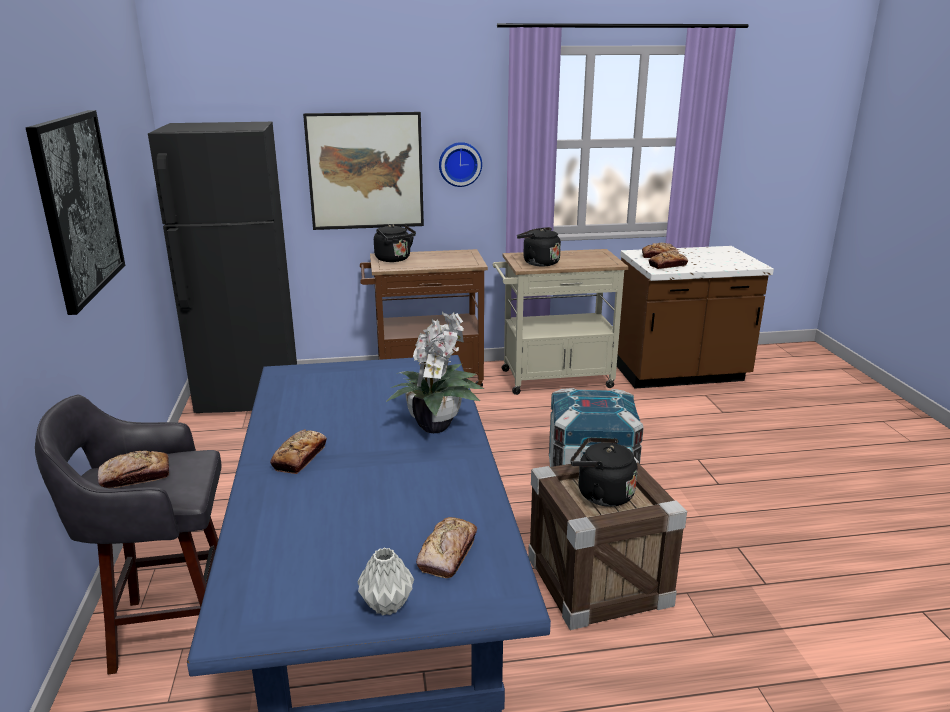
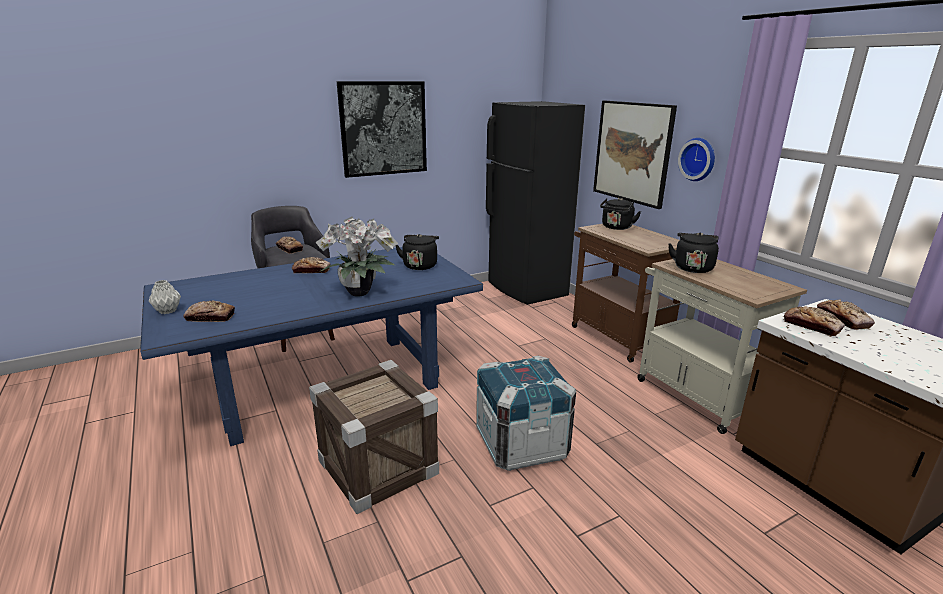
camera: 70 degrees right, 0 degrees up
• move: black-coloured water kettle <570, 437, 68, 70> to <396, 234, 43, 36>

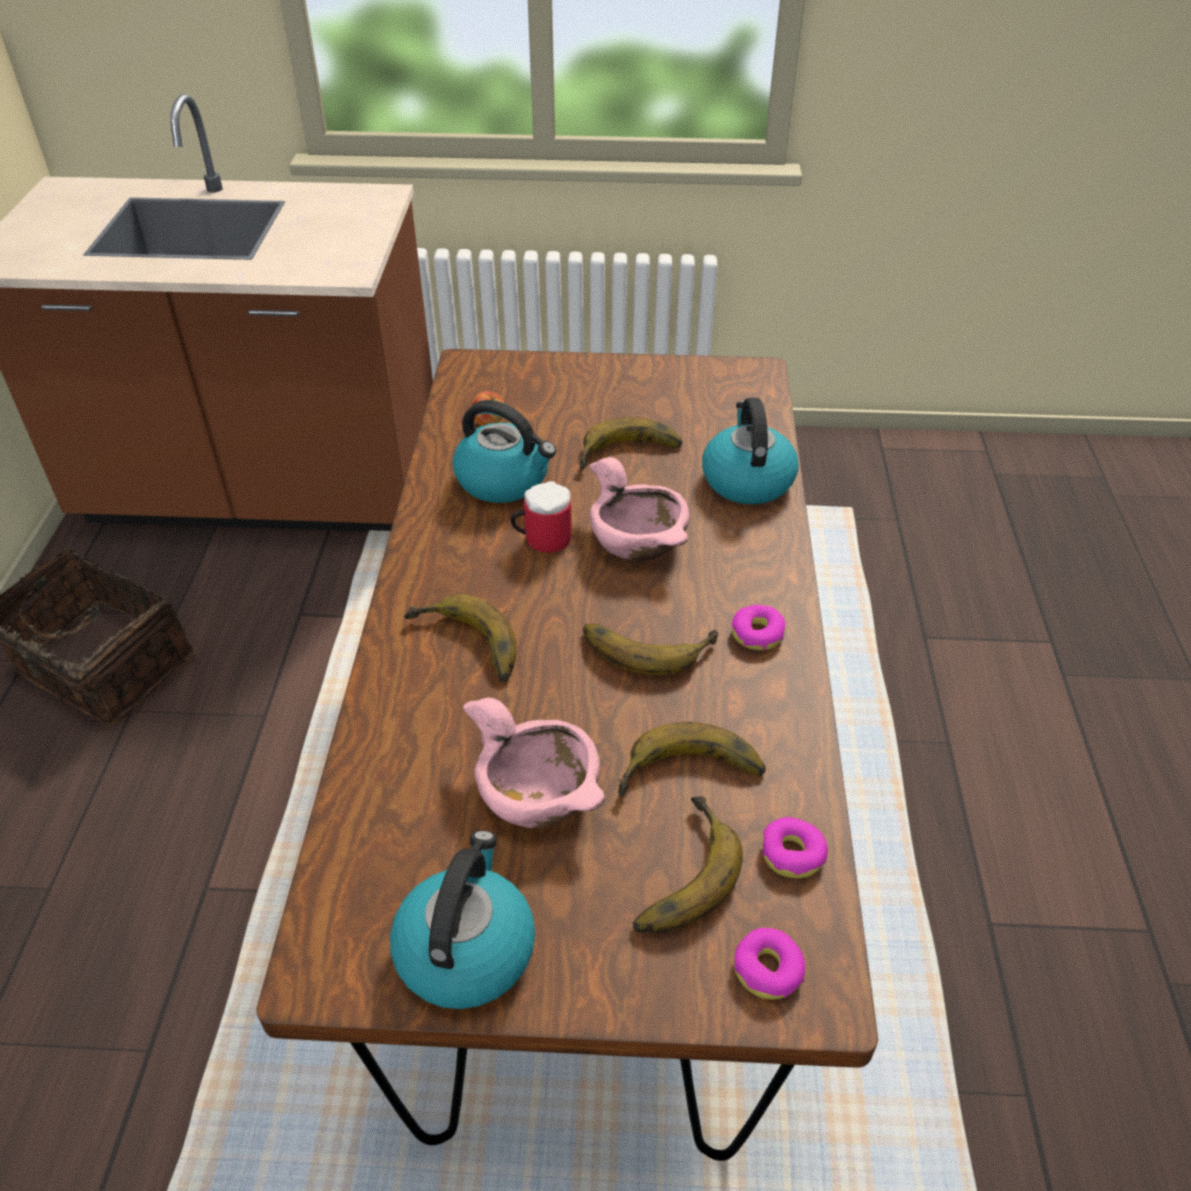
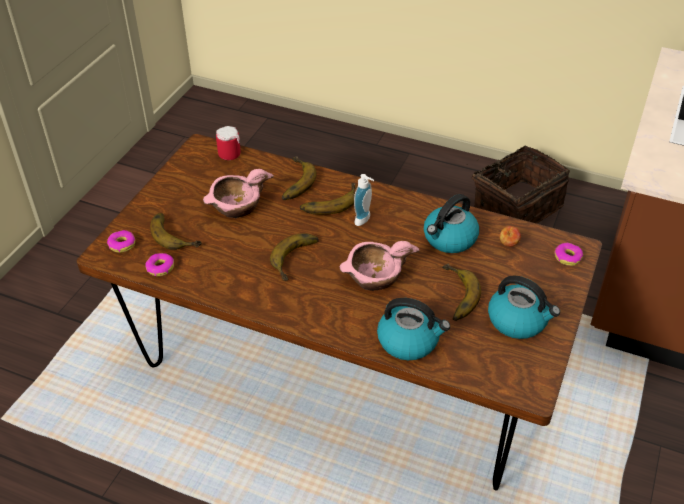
camera: 110 degrees right, 0 degrees up
• insert: liquid soap bottle <354, 174, 20, 52>
• move: water kettle <390, 831, 145, 178> to <488, 275, 72, 64>
• move: coffee mug <511, 481, 61, 72> to <216, 126, 24, 34>
• move: banana <618, 722, 148, 74> to <282, 156, 34, 44>
• move: doughnut <732, 605, 54, 45> to <554, 243, 29, 23>

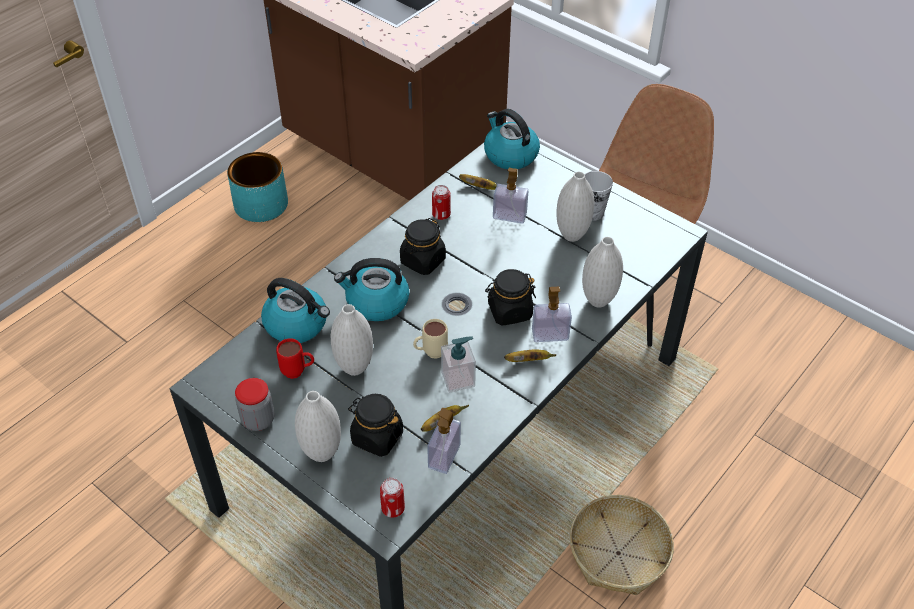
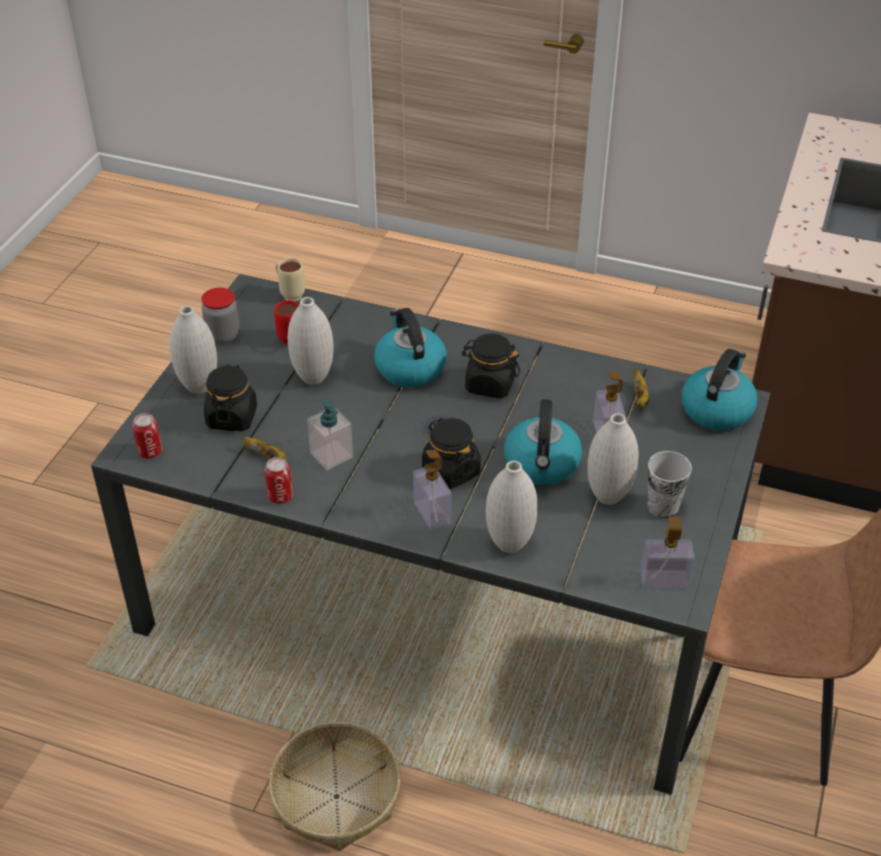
camera: 70 degrees right, 5 degrees down
• delete: blue-green flower pot <227, 152, 61, 70>
• delete: banana <504, 349, 53, 13>
• move: water kettle <261, 278, 69, 65> to <504, 399, 79, 86>
• move: sand-coloured coffee mug <413, 319, 35, 40> to <276, 258, 29, 43>
• move: liquid soap bottle <427, 408, 34, 66> to <641, 516, 54, 73>
• move: metal can <432, 185, 19, 35> to <265, 457, 28, 47>

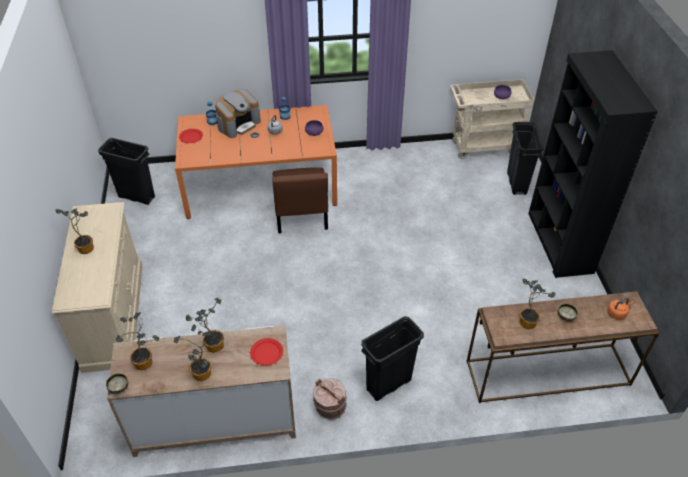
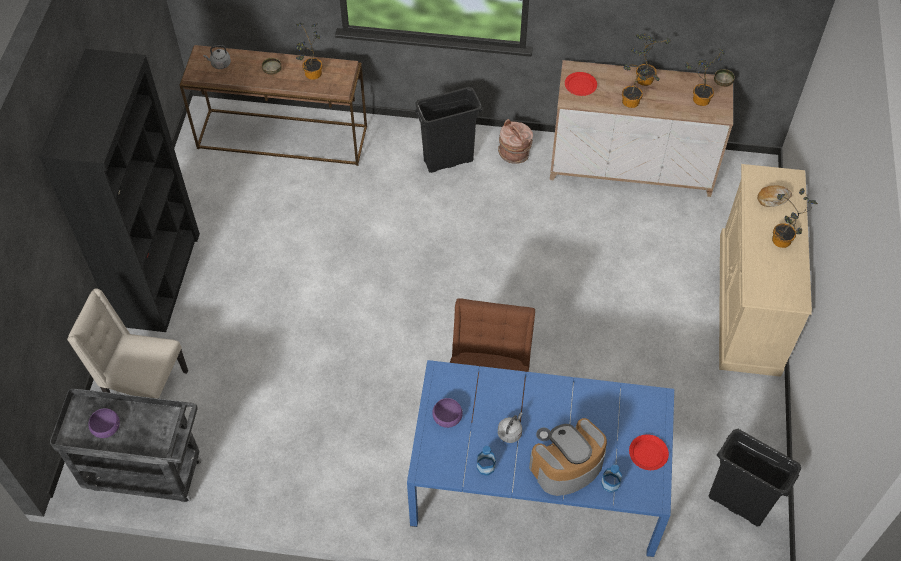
camera: 165 degrees left, 10 degrees up
• insert: baked bread <757, 185, 35, 22>
• replace: black-coloured waste bin <507, 122, 37, 73> to sand-coloured upright chair <67, 288, 121, 111>
• recolor: orangey dining table <175, 105, 162, 114> to blue dining table <407, 360, 267, 197>
• recolor: sand-coloured cart <450, 80, 84, 79> to black-coloured cart <50, 389, 152, 113>
• recolor: orangey water kettle <608, 298, 26, 22> to gray water kettle <203, 45, 28, 24>

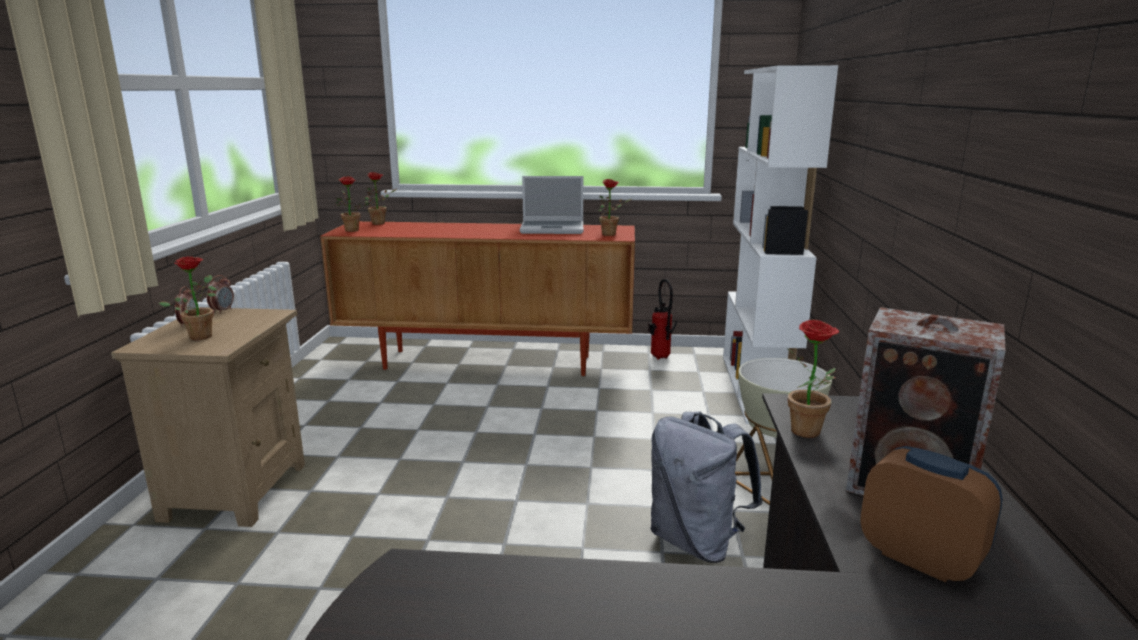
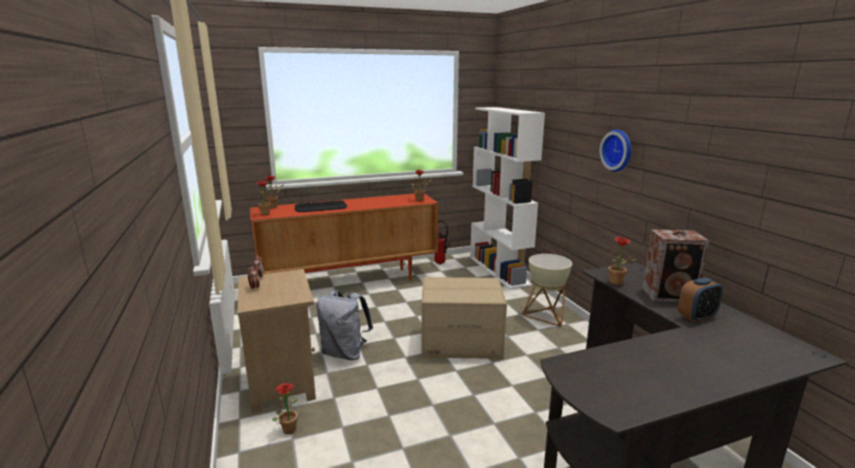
camera: 25 degrees left, 0 degrees up
• delete: notebook computer <520, 176, 63, 58>
• insert: keyboard <295, 200, 52, 12>
• insert: packing box <421, 277, 86, 82>
• insert: clock on the wall <599, 129, 32, 43>
• move: plant in a pot <159, 256, 58, 84> to <272, 383, 26, 51>
• move: gray knapsack <651, 411, 112, 152> to <317, 290, 56, 70>
• rotate: table clock <861, 446, 142, 136> = <678, 277, 45, 45> 135 degrees clockwise

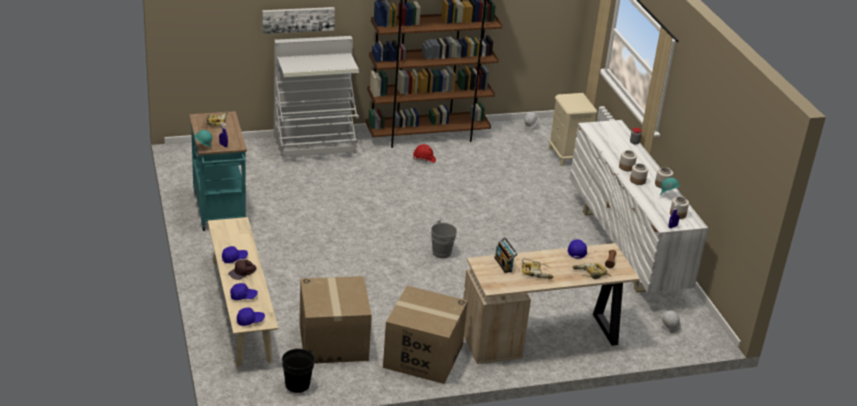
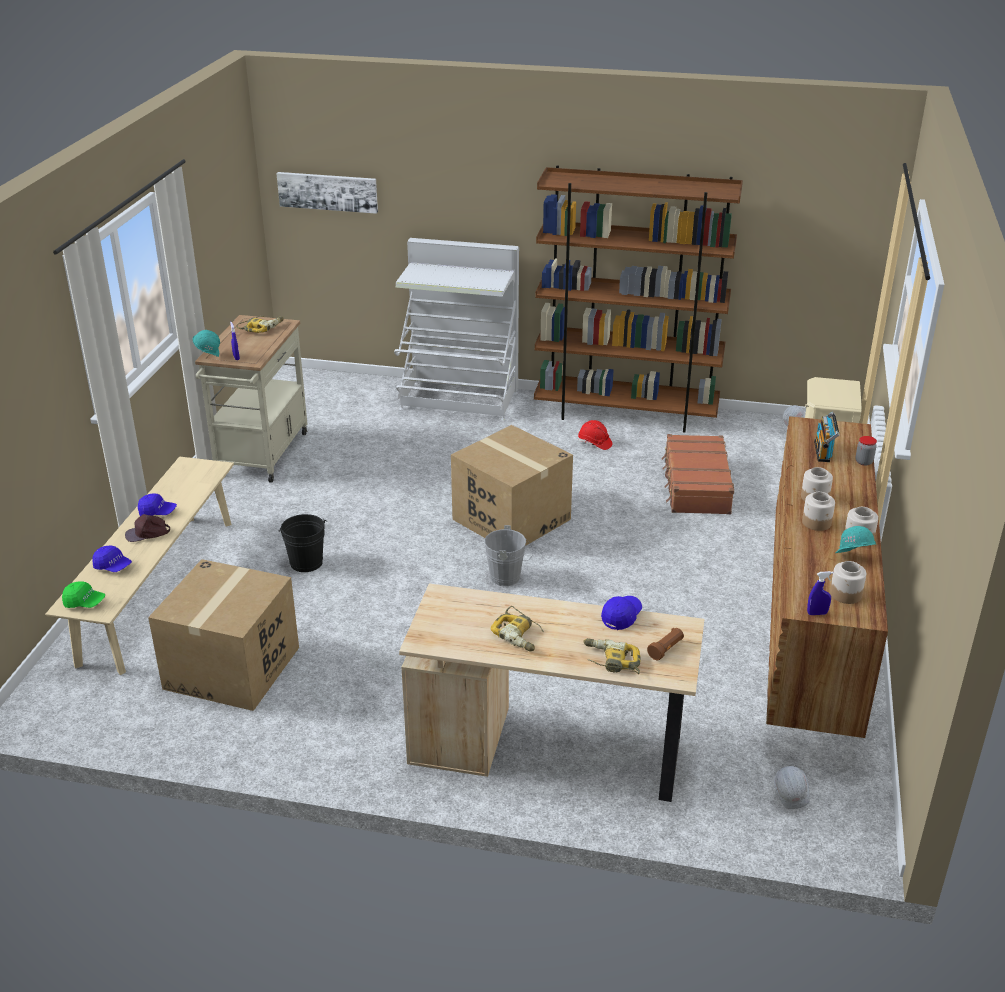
camera: 30 degrees right, 0 degrees up
• insert: brown-coloured suitcase <661, 434, 73, 80>
• move: wall art <262, 7, 73, 27> to <276, 172, 102, 42>
• move: black-coloured bucket <282, 349, 33, 44> to <279, 514, 48, 58>
• move: packing box <383, 286, 85, 98> to <451, 425, 122, 121>
• move: radio receiver <494, 237, 24, 36> to <814, 412, 26, 50>
• recolor: blue-green cart <189, 111, 58, 120> to sand-coloured cart <195, 315, 113, 168>
• recolor: blue baseball cap <237, 308, 28, 18> to green-coloured baseball cap <62, 581, 43, 27>
• recolor: white-coloured storage cabinet <570, 120, 138, 173> to brown-coloured storage cabinet <766, 416, 122, 322>

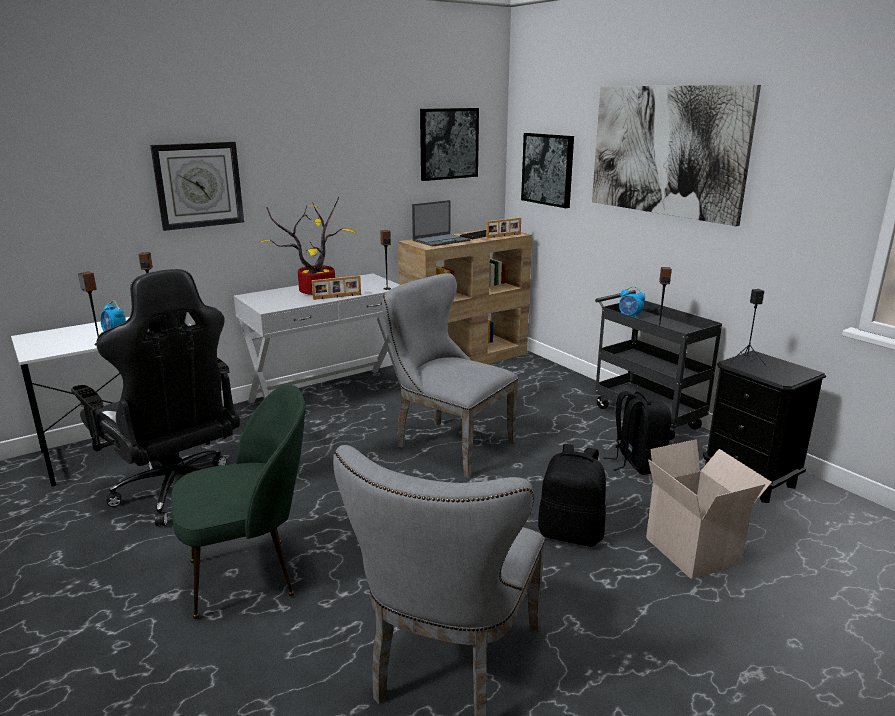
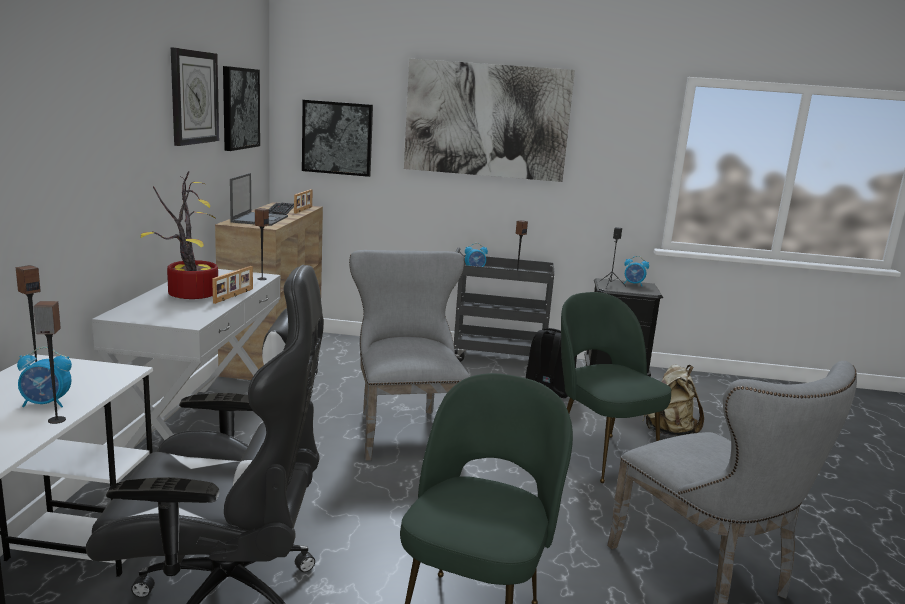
camera: 50 degrees left, 5 degrees down
• insert: table clock <624, 256, 25, 30>
• move: clock on the wall <150, 142, 94, 89> to <171, 47, 48, 99>
• replace: black-coloured knapsack <538, 444, 68, 103> to green-coloured upright chair <561, 292, 110, 191>
• replace: packing box <646, 439, 126, 140> to sand-coloured knapsack <643, 364, 61, 72>
• rotate: gray upright chair <382, 273, 136, 205> = <349, 250, 121, 211> 90 degrees clockwise

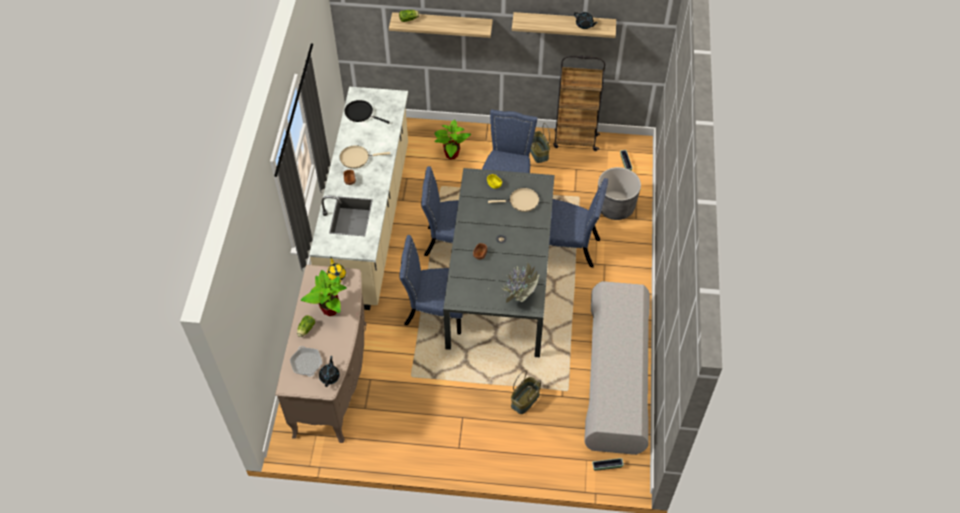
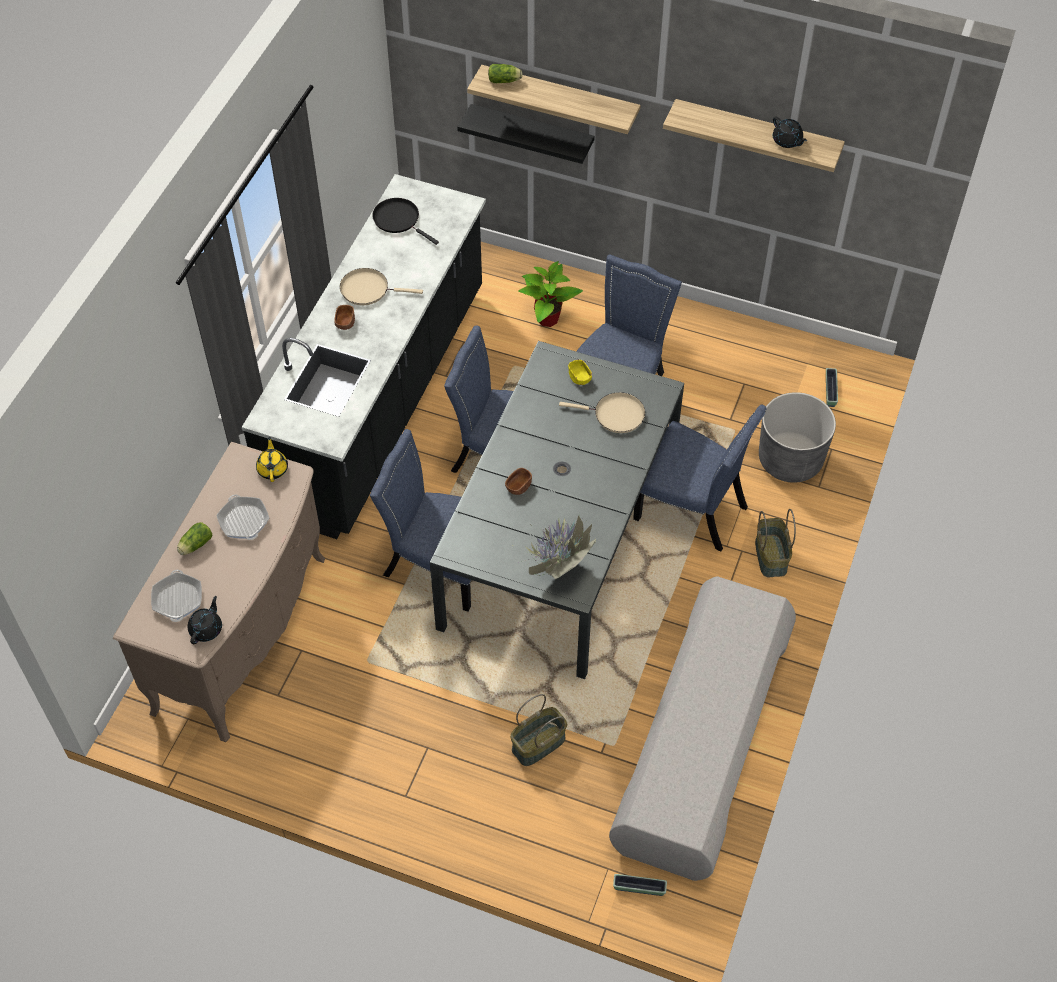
camera: 15 degrees right, 0 degrees up
• delete: brown-coloured cart <553, 56, 52, 95>
• insert: black-coloured bracket shelf <457, 104, 137, 60>
• move: basket <530, 123, 20, 40> to <755, 509, 41, 68>
• replace: plant in a pot <301, 270, 46, 46> to frying pan <216, 495, 53, 45>
• recolor: sand-coloured kitchen base unit <309, 87, 99, 223> to black-coloured kitchen base unit <242, 174, 244, 365>

